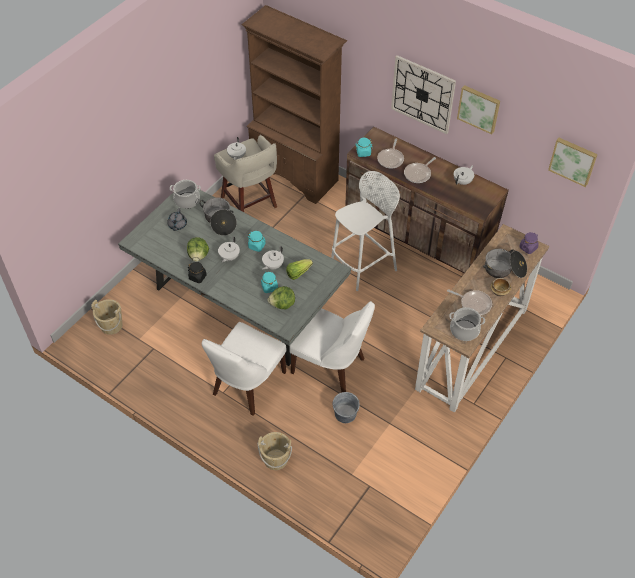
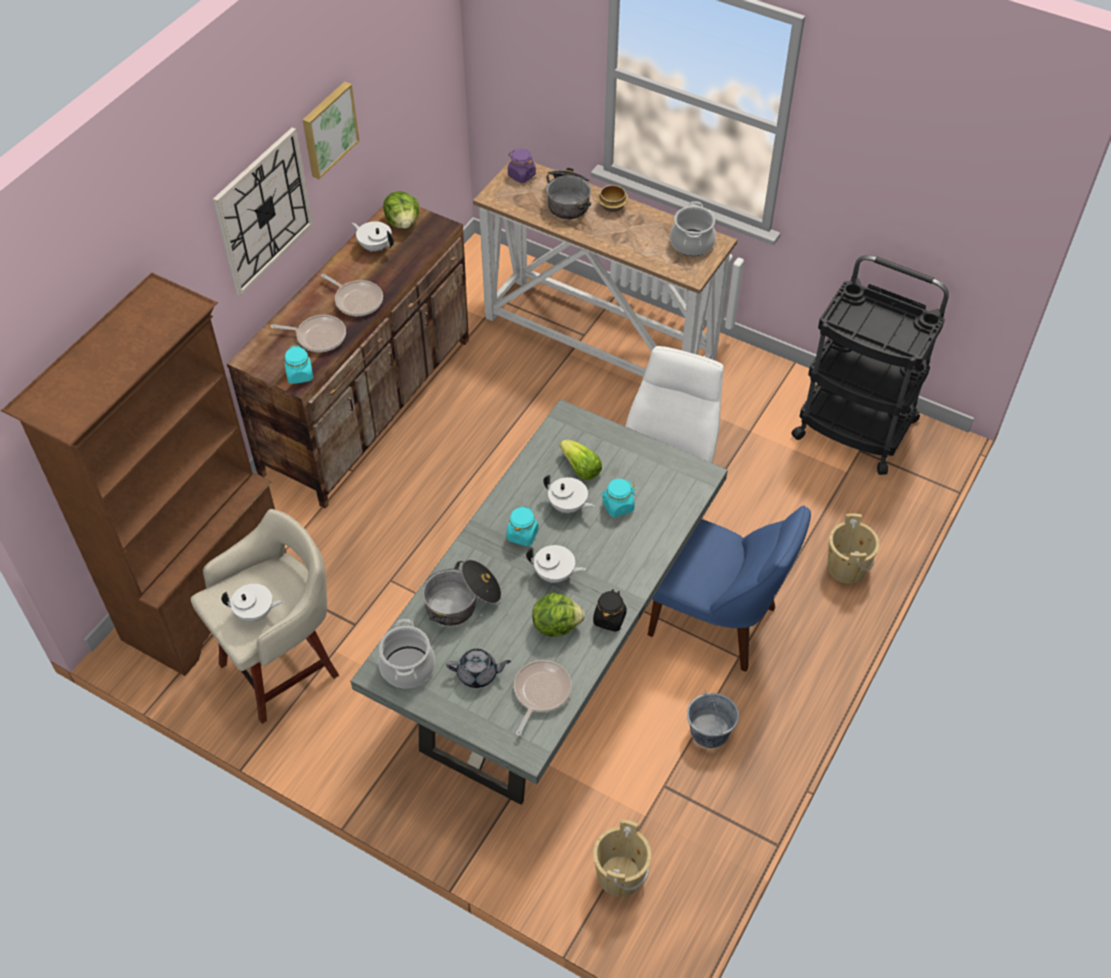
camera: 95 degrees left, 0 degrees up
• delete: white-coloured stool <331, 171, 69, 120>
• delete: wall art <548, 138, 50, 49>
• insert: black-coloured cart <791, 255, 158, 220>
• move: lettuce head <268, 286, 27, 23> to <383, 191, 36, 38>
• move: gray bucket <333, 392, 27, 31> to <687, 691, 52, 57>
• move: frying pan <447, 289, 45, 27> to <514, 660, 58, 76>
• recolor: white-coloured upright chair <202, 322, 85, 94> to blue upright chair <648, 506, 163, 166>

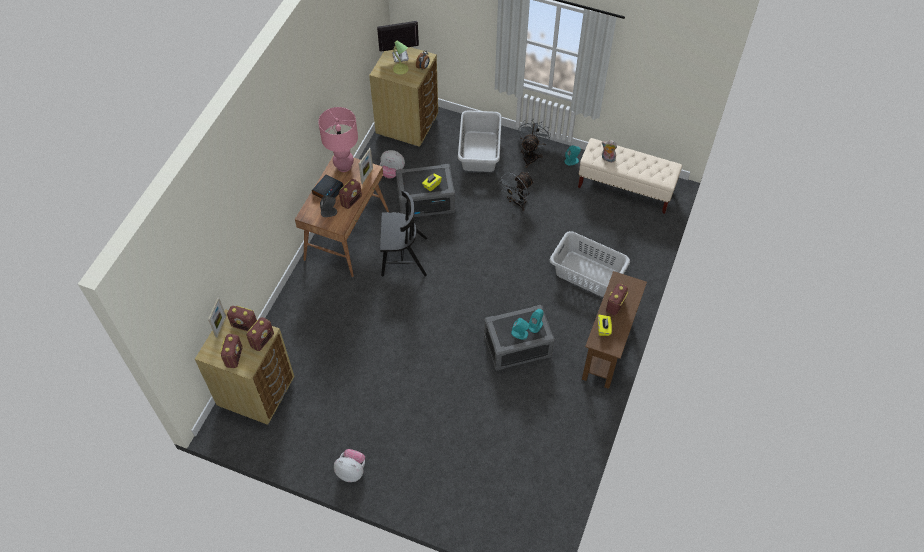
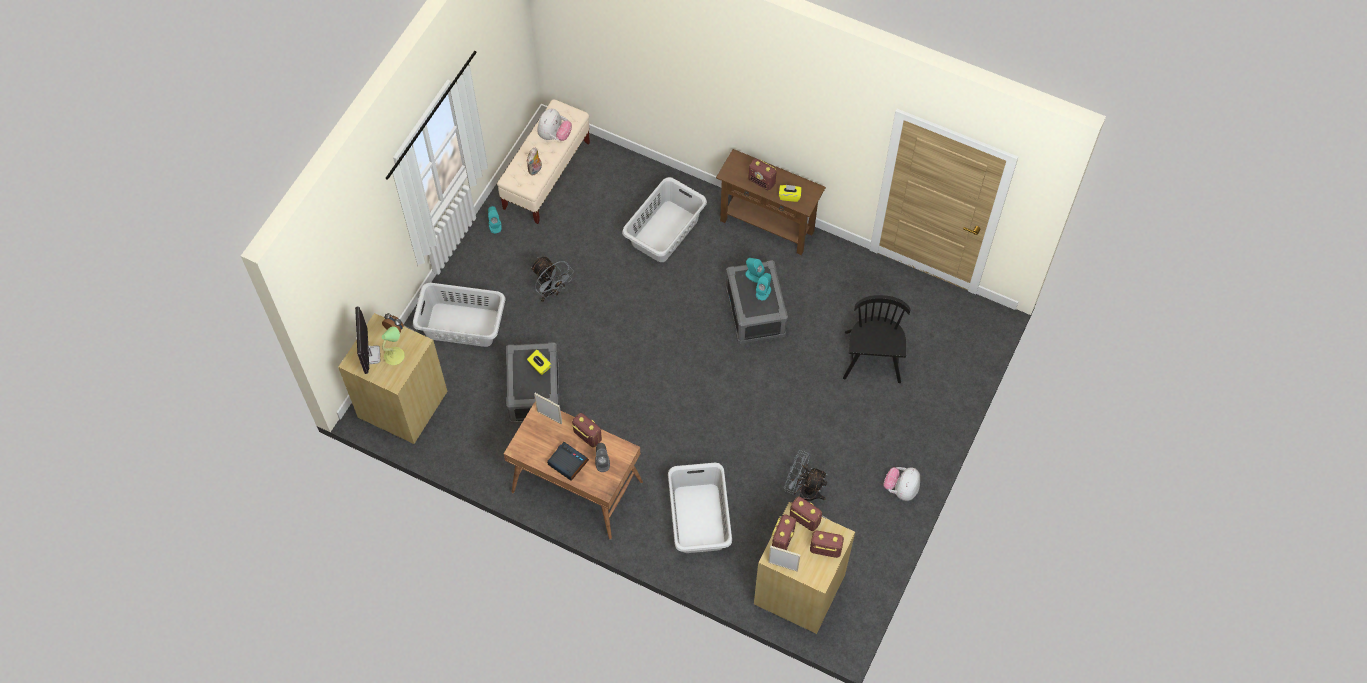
camera: 85 degrees left, 5 degrees up
• delete: pink lamp for a table <318, 107, 40, 65>
• insert: gray washing basket <668, 463, 64, 90>
• move: plush toy <379, 150, 26, 29> to <537, 108, 35, 33>
• move: black-coloured upright chair <380, 191, 47, 85> to <843, 295, 68, 88>
• move: gray cooling fan <518, 119, 33, 49> to <784, 450, 44, 51>

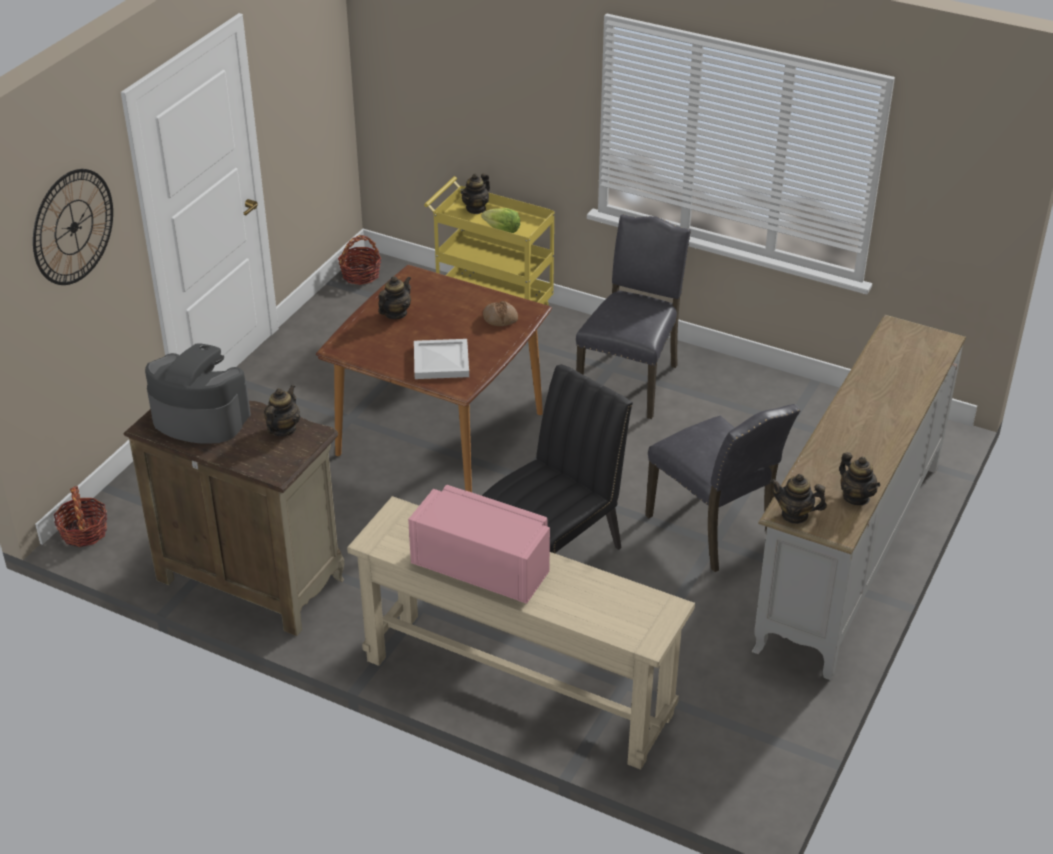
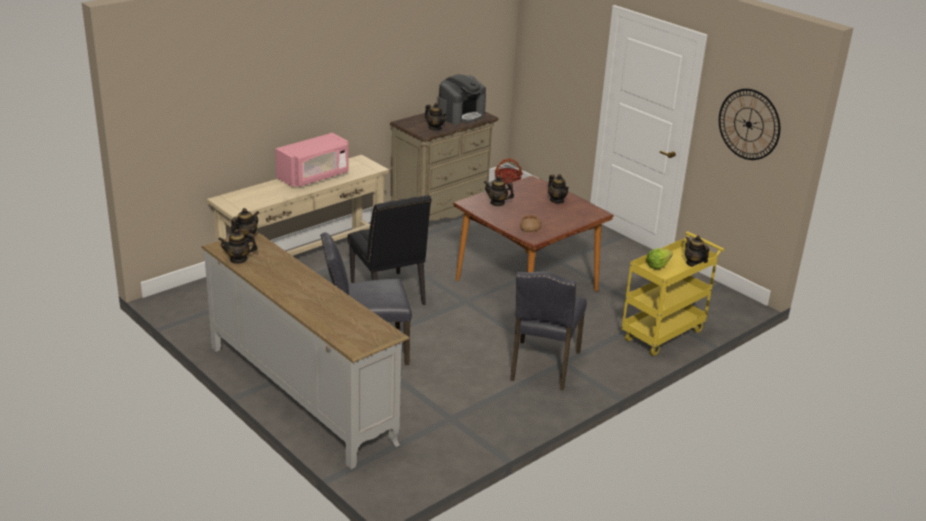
camera: 110 degrees right, 10 degrees down
• delete: basket <338, 235, 44, 50>
• move: clock on the wall <33, 169, 80, 116> to <719, 89, 61, 71>
• replace: white-coloured carrying tray <414, 339, 55, 40> to teapot <484, 176, 30, 30>
• rotate: gray upright chair <576, 214, 115, 205> = <510, 272, 77, 118> 60 degrees clockwise

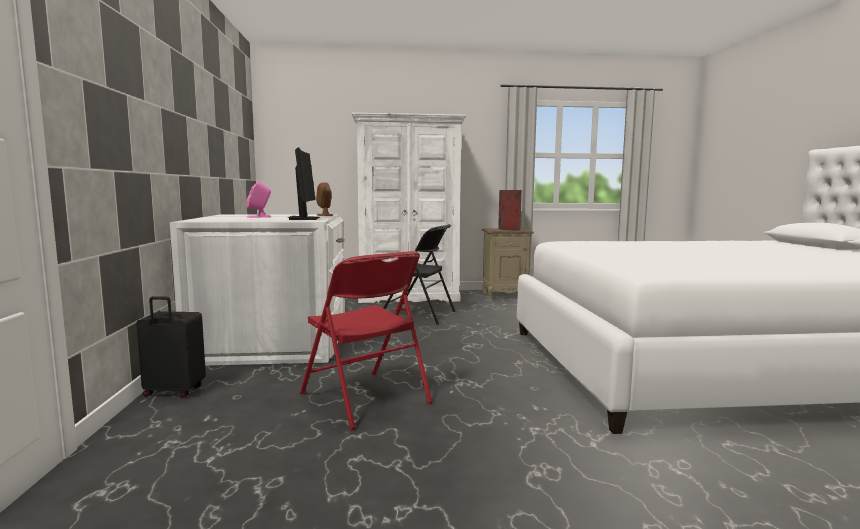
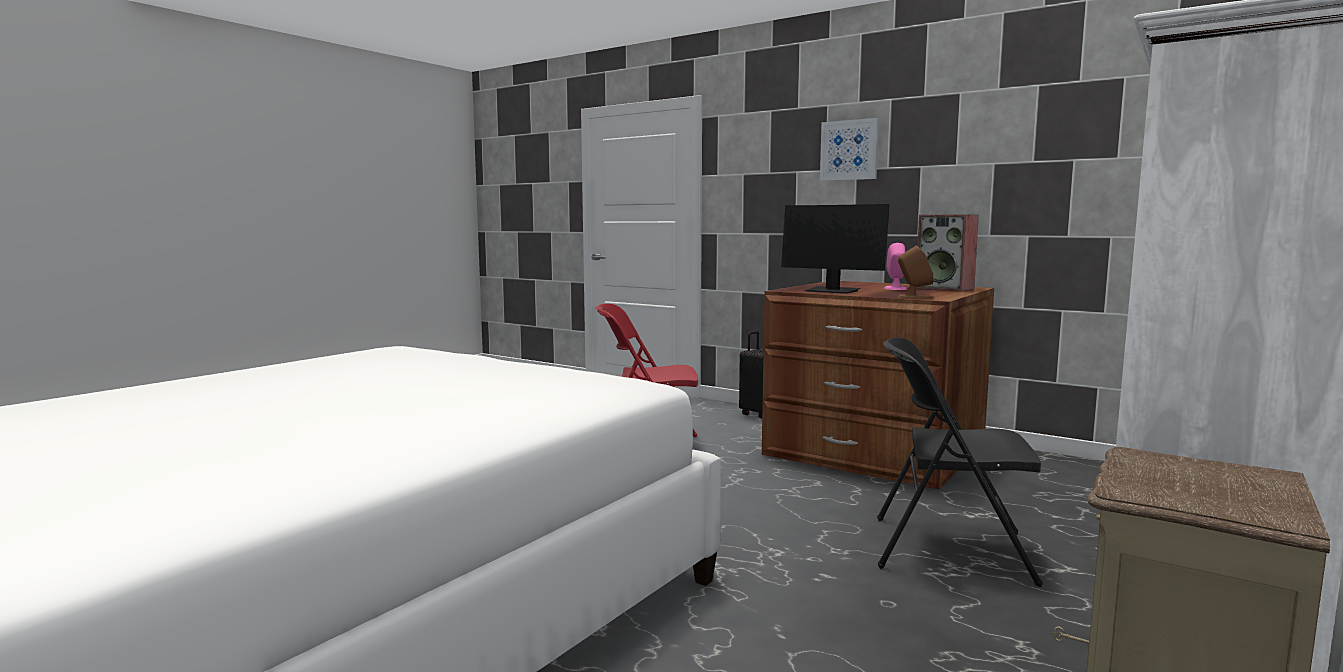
camera: 130 degrees right, 0 degrees up
• insert: wall art <820, 118, 59, 63>
• move: speaker <498, 190, 24, 40> to <916, 214, 63, 77>
• recolor: white-coloured chest of drawers <170, 214, 175, 151> to brown-coloured chest of drawers <762, 281, 232, 208>
• rotate: black-coloured upright chair <383, 224, 73, 101> = <877, 338, 166, 249> 45 degrees clockwise

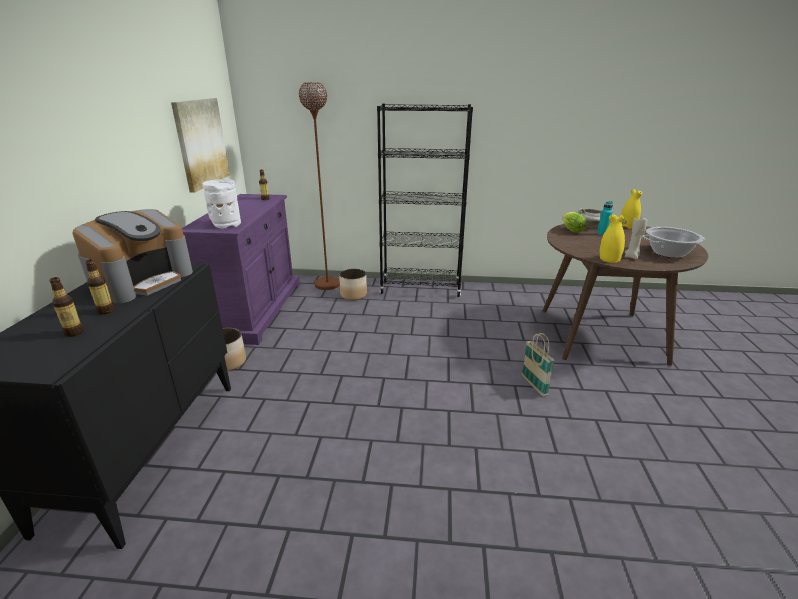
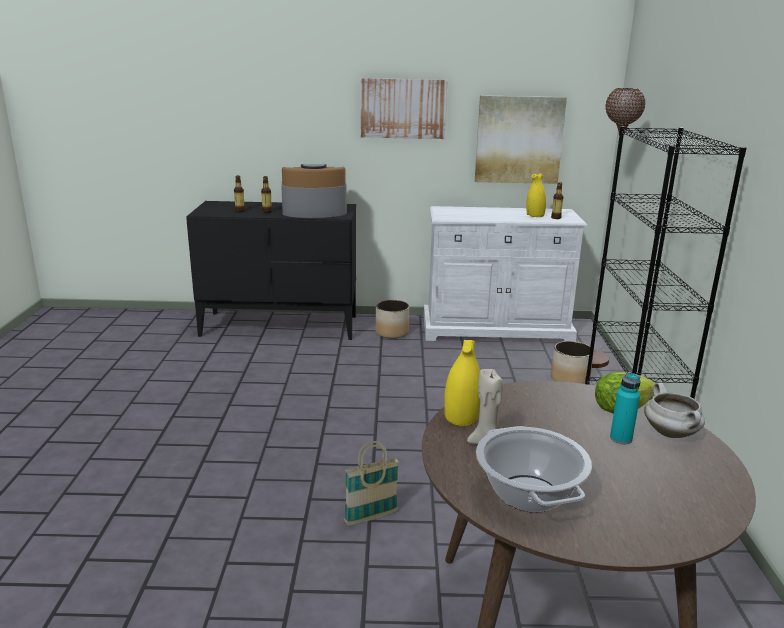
camera: 85 degrees right, 5 degrees down
• delete: white-coloured decorative vase <202, 179, 39, 50>
• insert: wall art <361, 78, 87, 61>
• move: yellowish decorative vase <621, 189, 21, 40> to <526, 173, 20, 44>
• recolor: purplish chest of drawers <182, 194, 118, 151> to white-coloured chest of drawers <424, 206, 164, 136>
• rotate: coffee brewer <72, 209, 121, 94> = <281, 164, 66, 54> 150 degrees clockwise

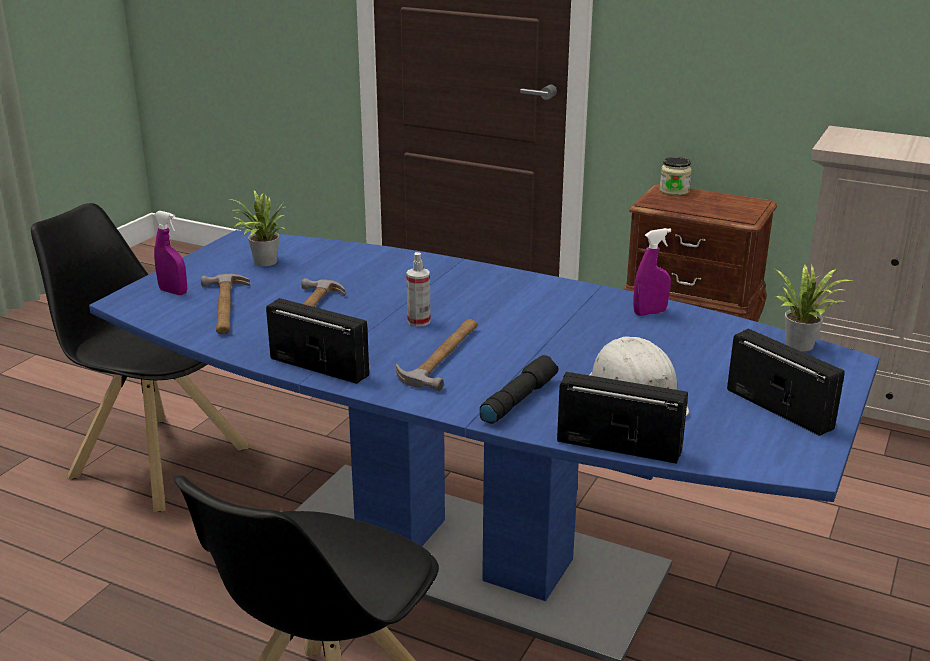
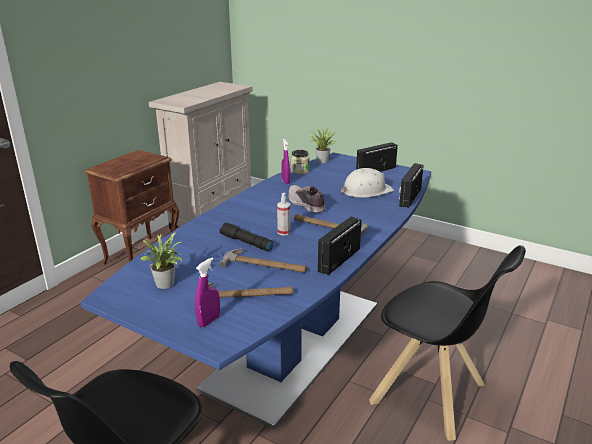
camera: 85 degrees left, 0 degrees up
• insert: shoe <288, 185, 37, 28>
• move: black-coloured torch <480, 355, 79, 69> to <219, 223, 54, 28>
• move: storage jar <660, 157, 32, 39> to <291, 150, 19, 24>

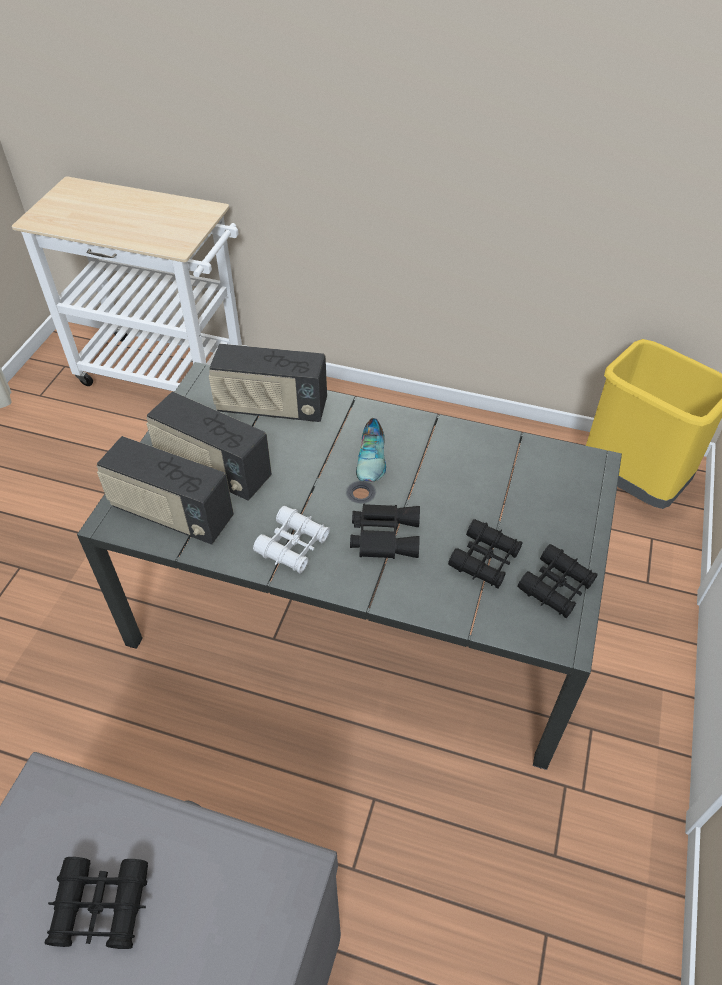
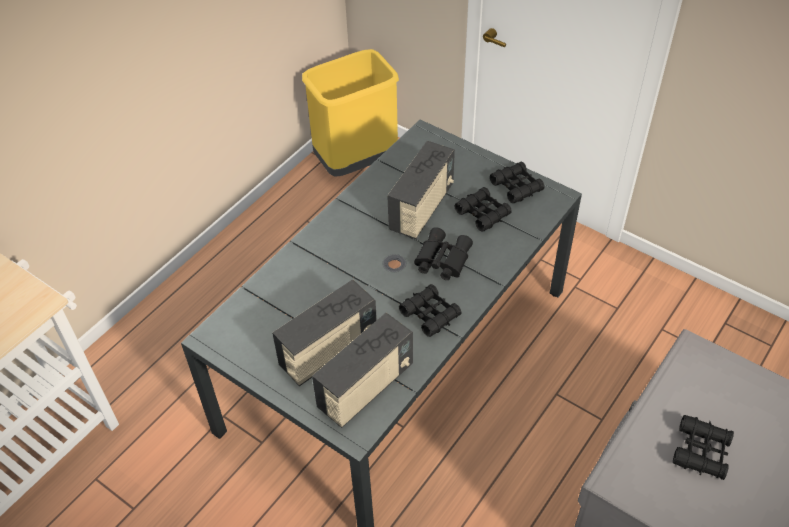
camera: 70 degrees left, 0 degrees up
• delete: shoe <356, 418, 30, 64>
• move: radio receiver <209, 344, 118, 78> to <387, 141, 68, 98>
• recolor: white-coloured binoculars <253, 506, 77, 68> to black-coloured binoculars <399, 284, 63, 53>

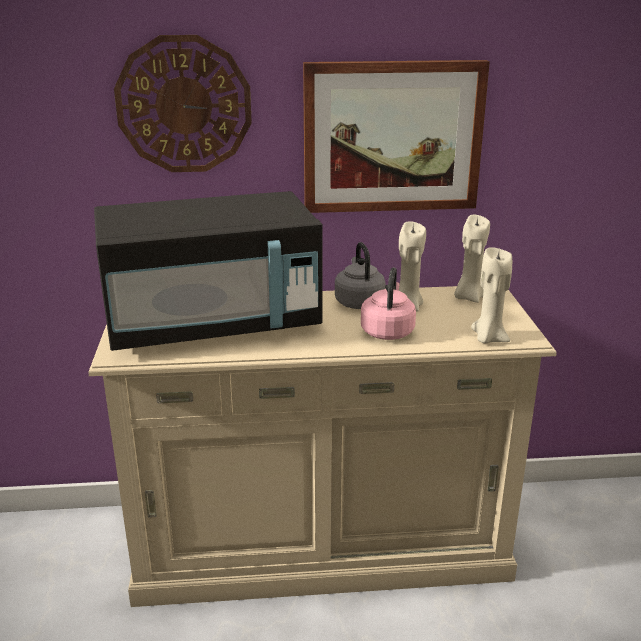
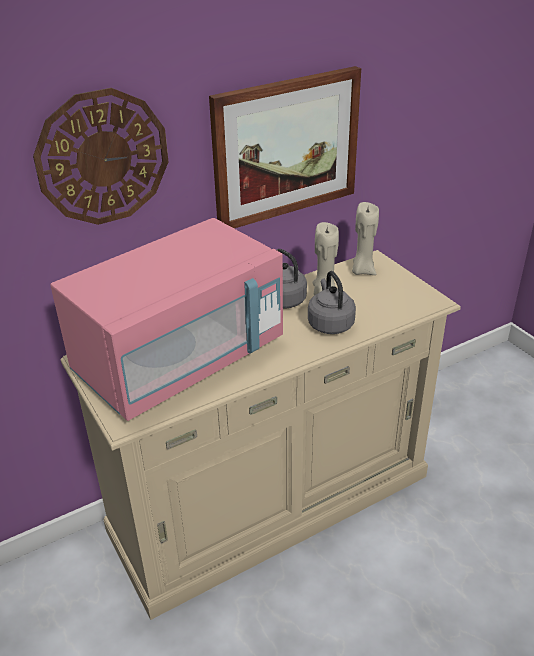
camera: 25 degrees left, 10 degrees up
• delete: sand-coloured candle <471, 247, 41, 96>
• recolor: black-coloured kitchen microwave <94, 191, 229, 160> to pink kitchen microwave <50, 218, 233, 203>
• recolor: pink water kettle <361, 267, 55, 73> to gray water kettle <308, 271, 48, 63>

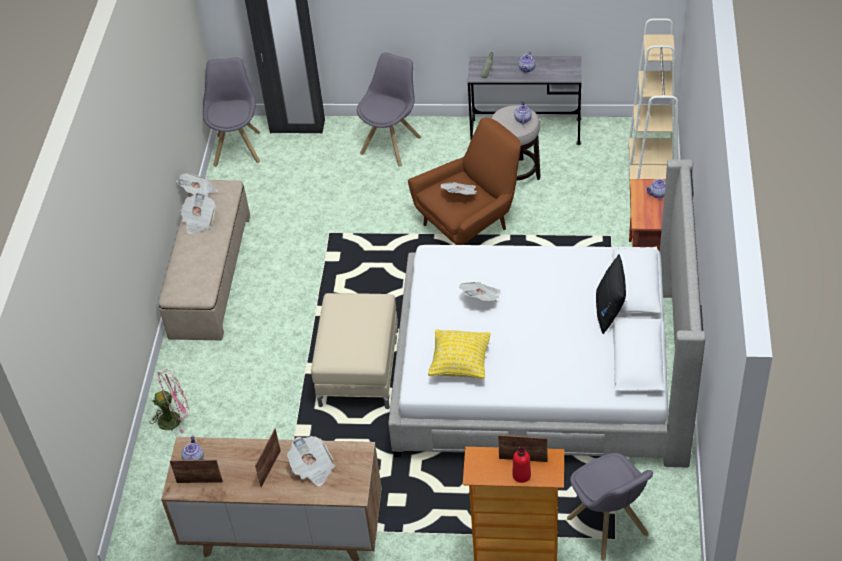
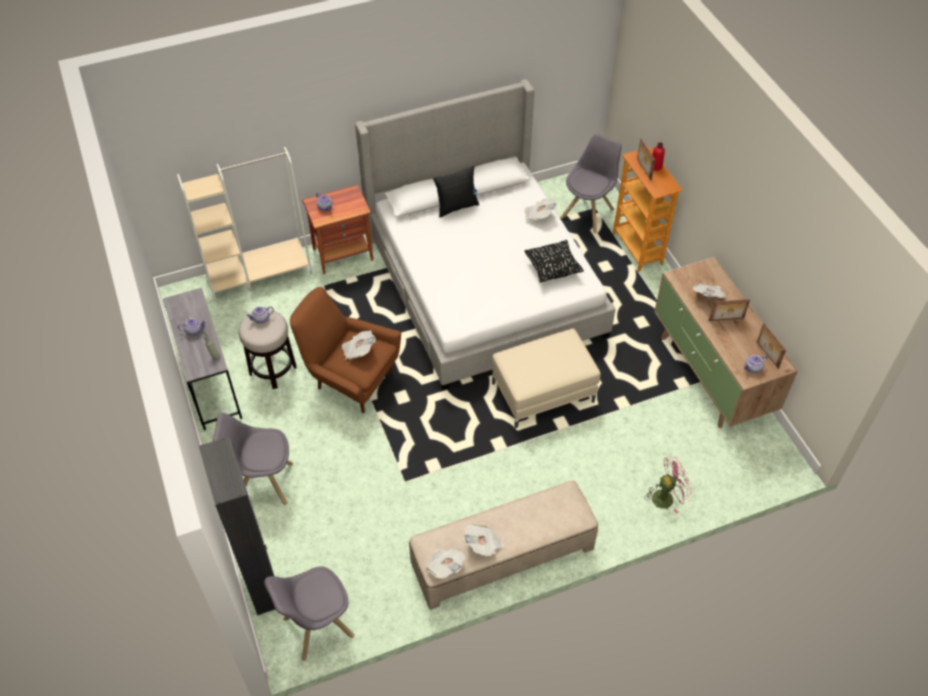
camera: 120 degrees left, 5 degrees up
• move: printed paper <459, 282, 42, 19> to <525, 199, 32, 21>
• recolor: yellowish cushion <428, 330, 62, 48> to black-coloured cushion <524, 240, 60, 43>
• rotate: pink cooling fan <150, 369, 40, 65> = <646, 456, 46, 57> 120 degrees clockwise

